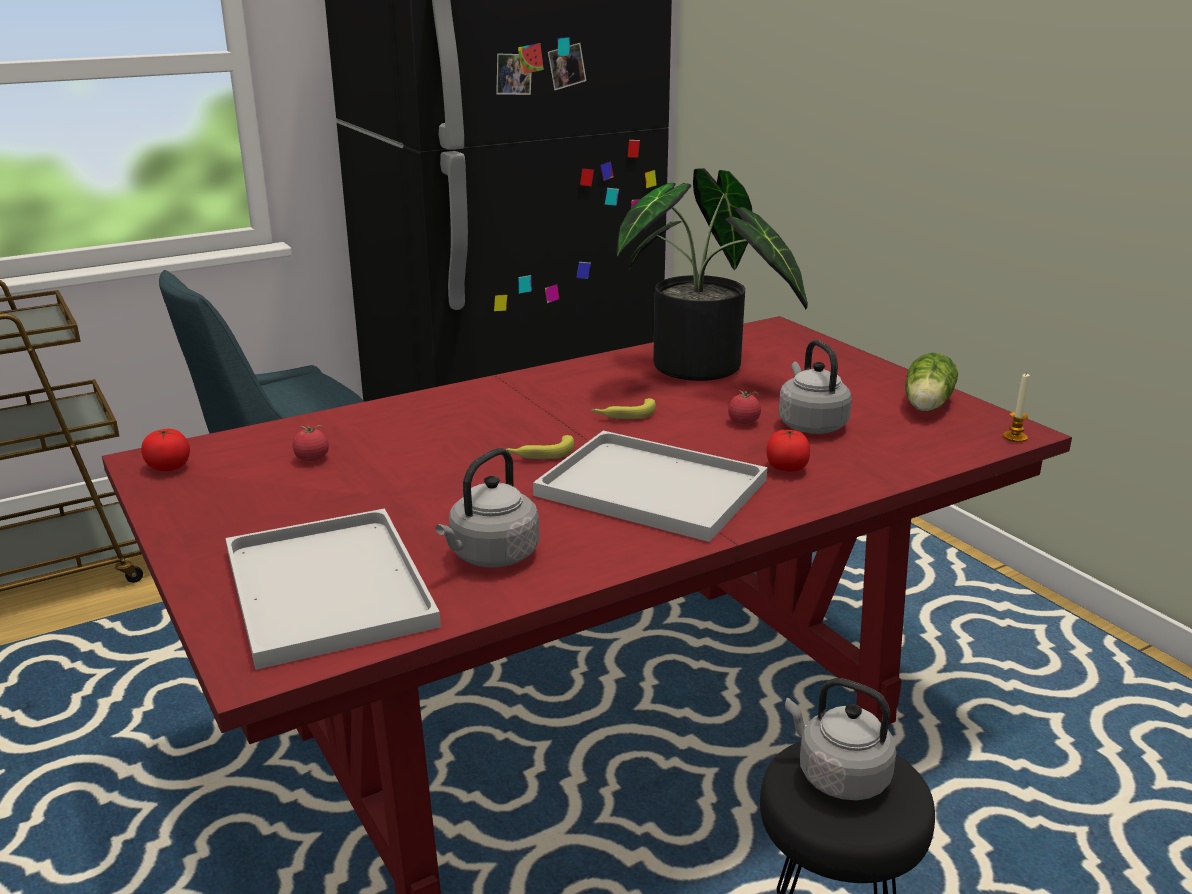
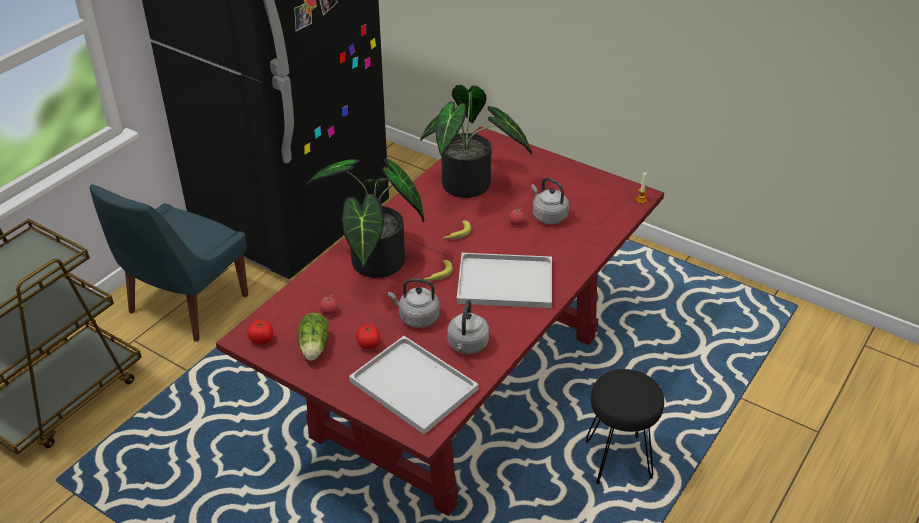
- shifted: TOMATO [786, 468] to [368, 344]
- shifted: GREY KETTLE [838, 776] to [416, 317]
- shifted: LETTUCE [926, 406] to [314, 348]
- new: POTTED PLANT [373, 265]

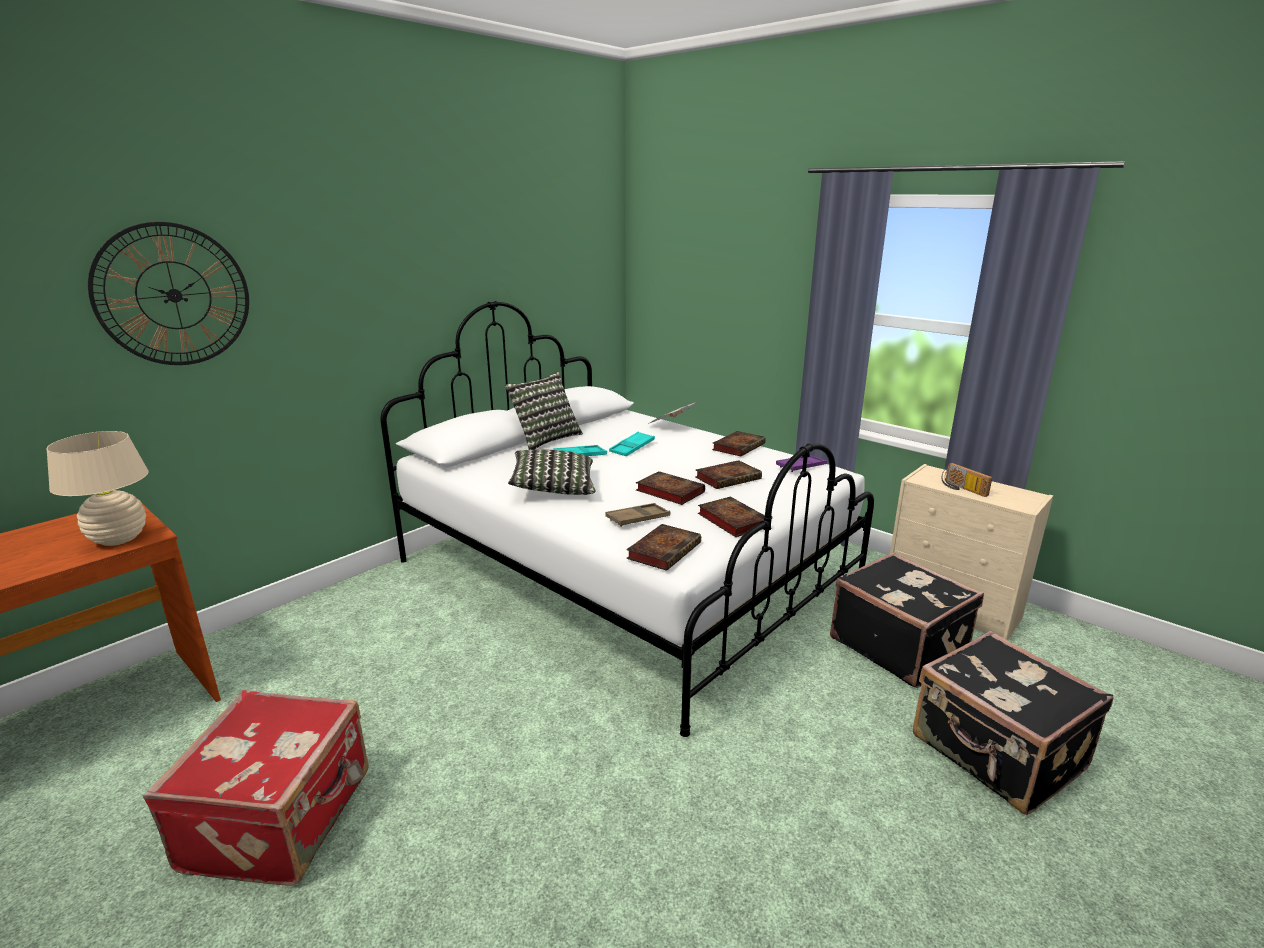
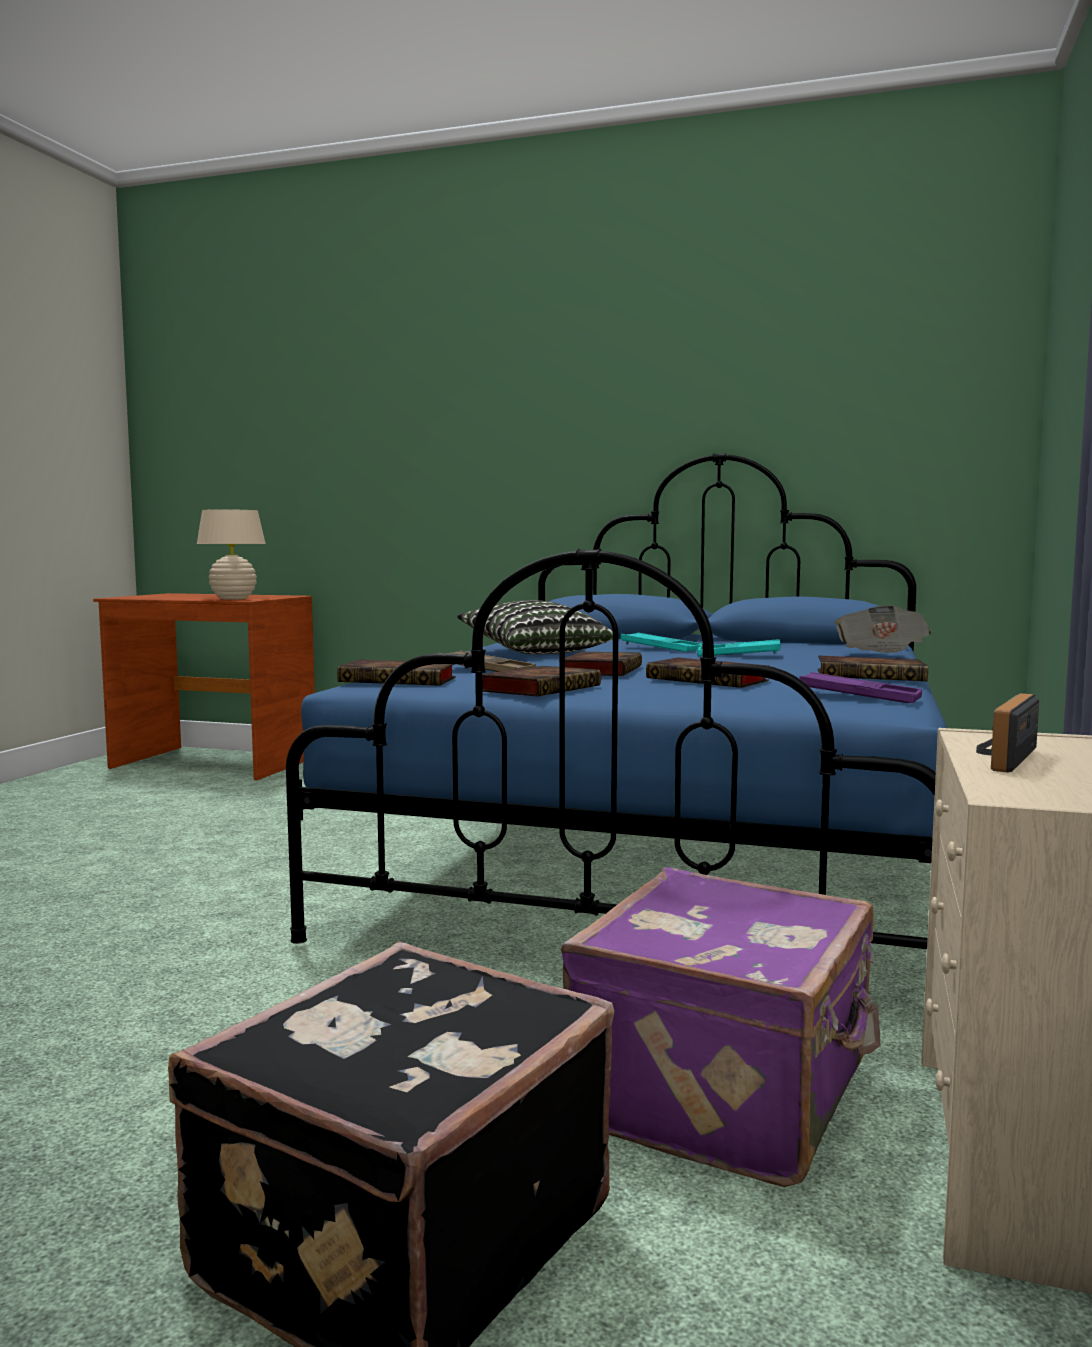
- gone: CLOCK ON THE WALL [174, 295]
- gone: RED SUITCASE [282, 819]
- repainted: WHITE-COLOURED BED [625, 572] to BLUE BED [669, 856]
- gone: CUSHION [545, 439]
- repainted: BLACK SUITCASE [898, 646] to PURPLISH SUITCASE [728, 1094]

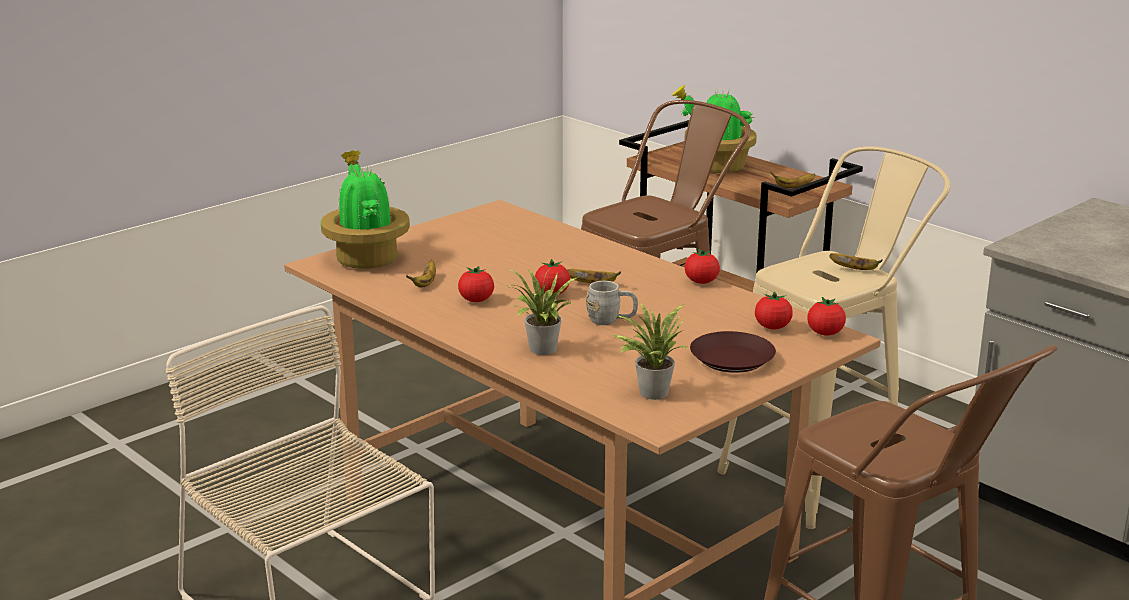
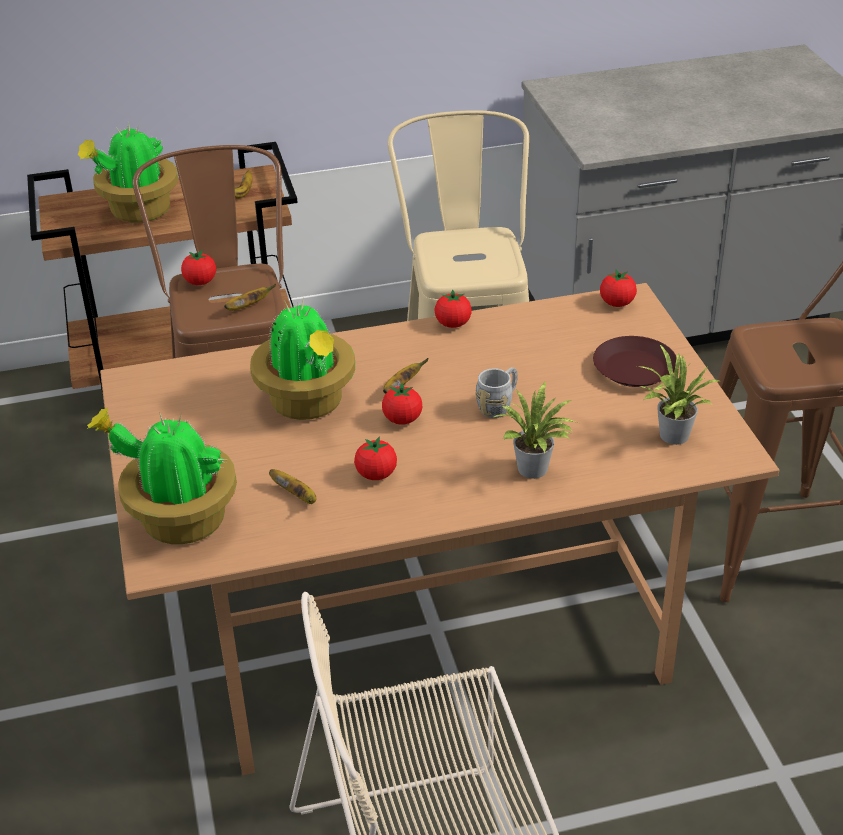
- shifted: TOMATO [772, 327] to [200, 282]
- shifted: WHOLE BANANA [855, 269] to [248, 306]
- new: POTTED PLANT [308, 403]

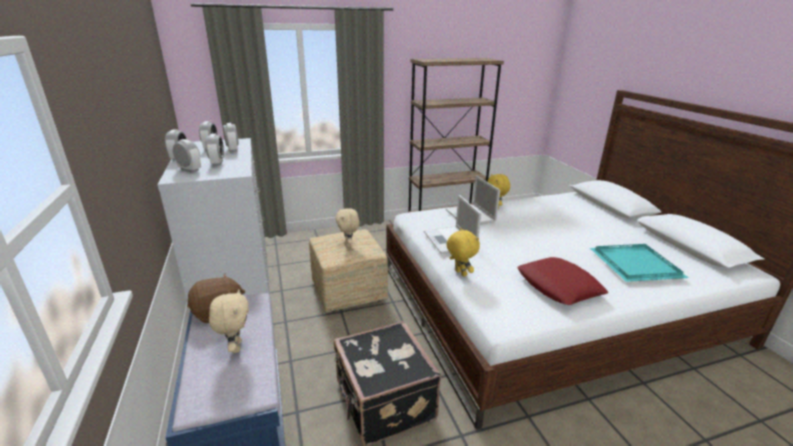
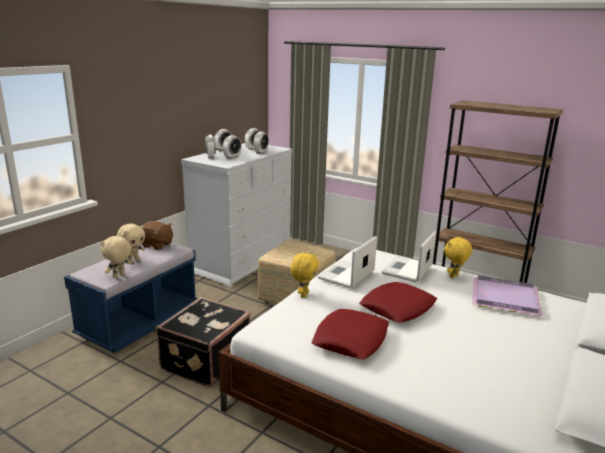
- shifted: BEIGE SOFT TOY [348, 245] to [119, 276]
- gone: TURQUOISE-COLOURED CARRYING TRAY [637, 265]
- new: RED CUSHION [397, 308]
- new: PURPLISH CARRYING TRAY [504, 298]

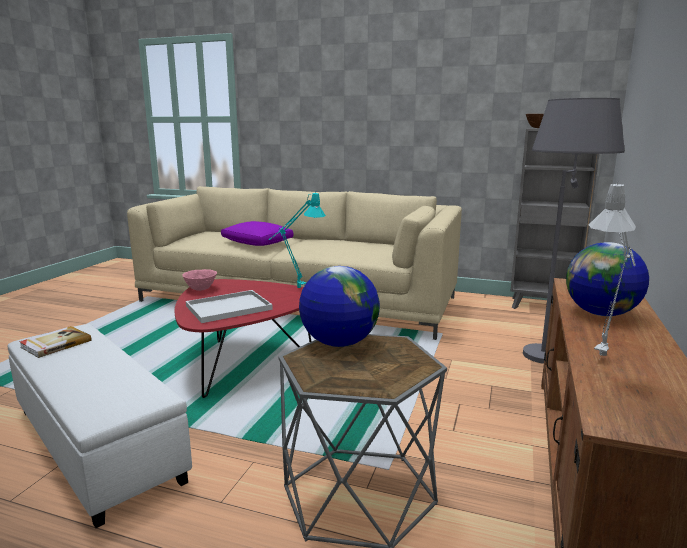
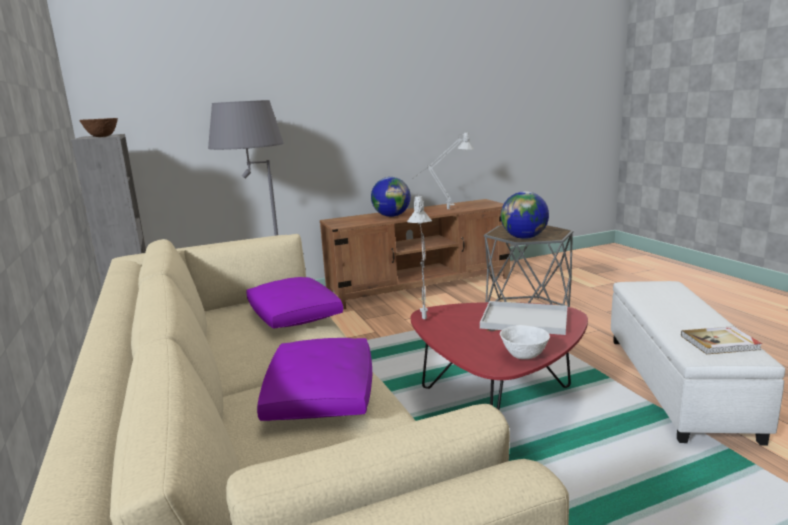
- repainted: PINK-COLOURED BOWL [201, 289] to WHITE-COLOURED BOWL [524, 356]
- repainted: TURQUOISE-COLOURED TABLE LAMP [295, 288] to GREY TABLE LAMP [424, 322]
- new: PURPLISH CUSHION [293, 315]

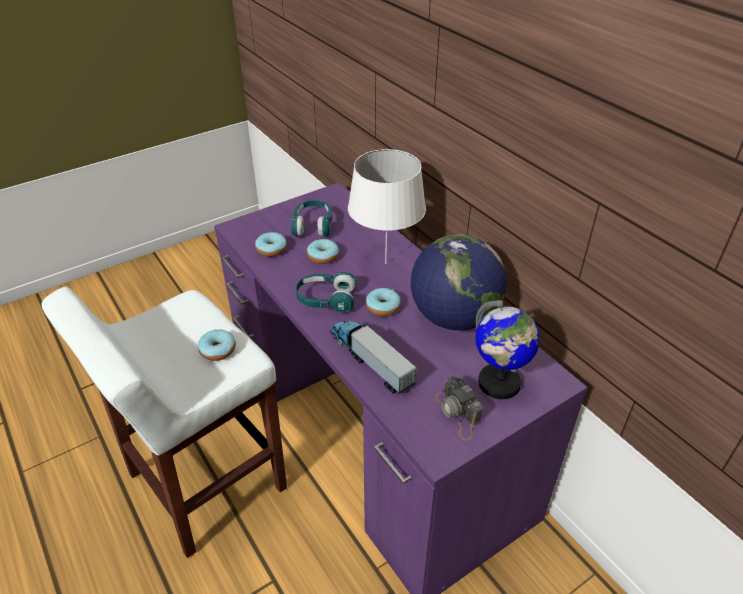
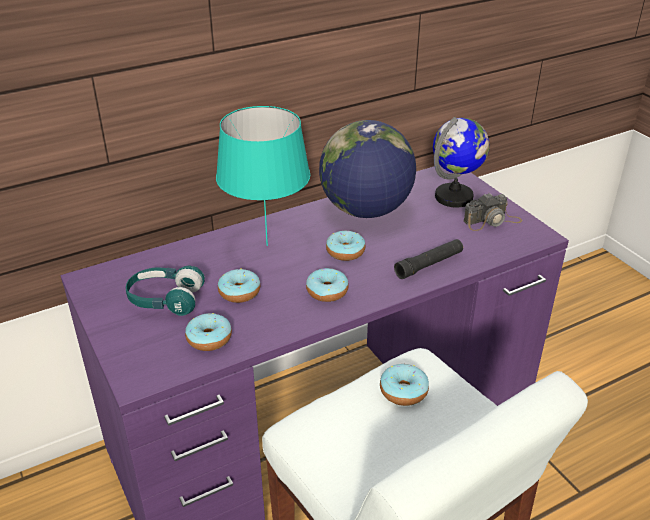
- swapped: TURQUOISE-COLOURED PAIR OF HEADPHONES [326, 299] to DOUGHNUT [327, 291]
- swapped: TOY LORRY [370, 361] to BLACK TORCH [429, 264]
- repainted: WHITE-COLOURED TABLE LAMP [385, 264] to TURQUOISE-COLOURED TABLE LAMP [267, 246]

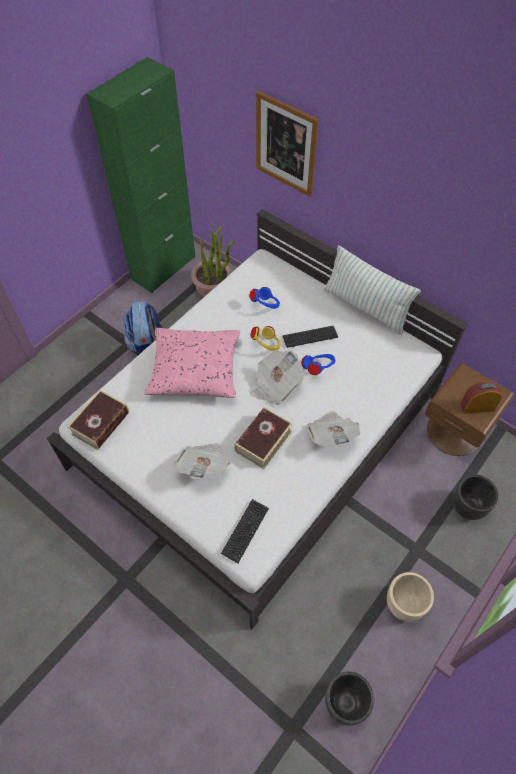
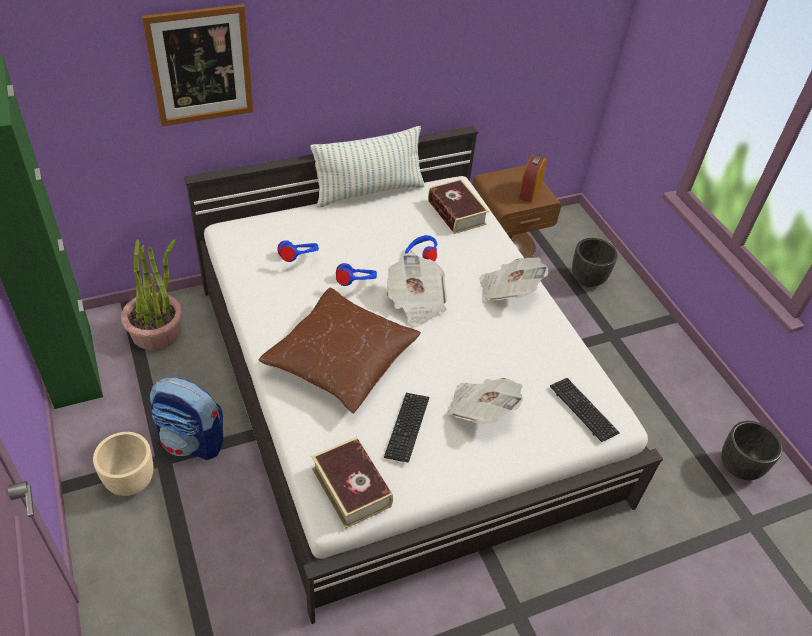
- repainted: PINK-COLOURED CUSHION [195, 370] to BROWN-COLOURED CUSHION [341, 360]
- shifted: BOOK [263, 441] to [456, 212]
- repainted: YELLOWISH PAIR OF HEADPHONES [266, 345] to BLUE PAIR OF HEADPHONES [356, 284]
- shifted: COMPUTER KEYBOARD [310, 337] to [407, 428]
- shifted: BEIGE PLANT POT [403, 604] to [130, 481]

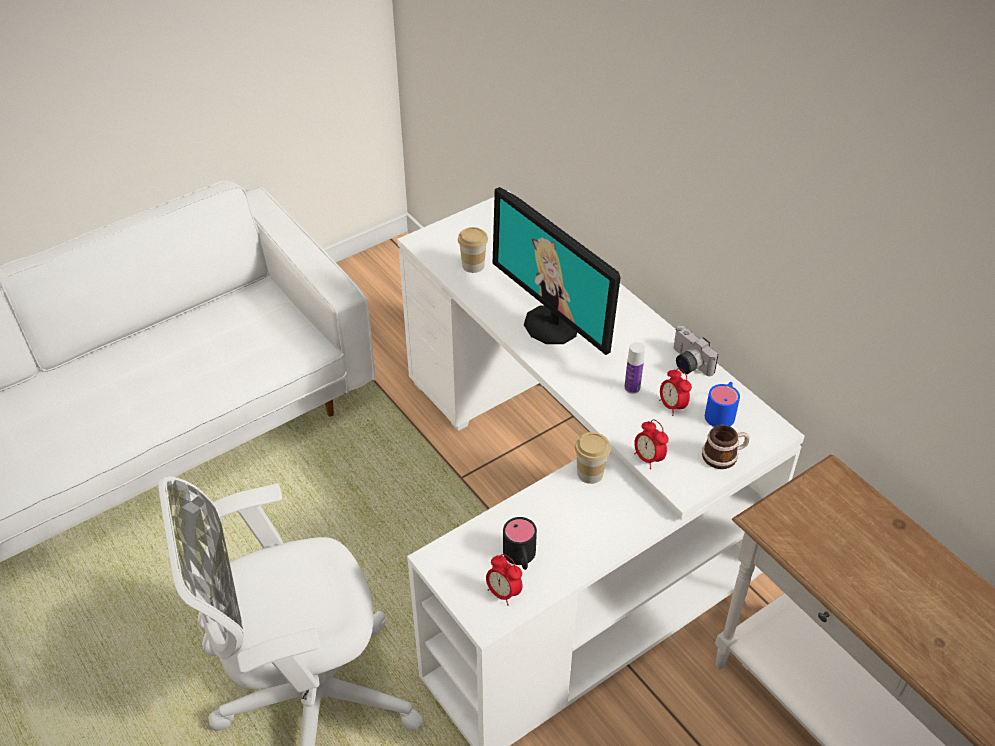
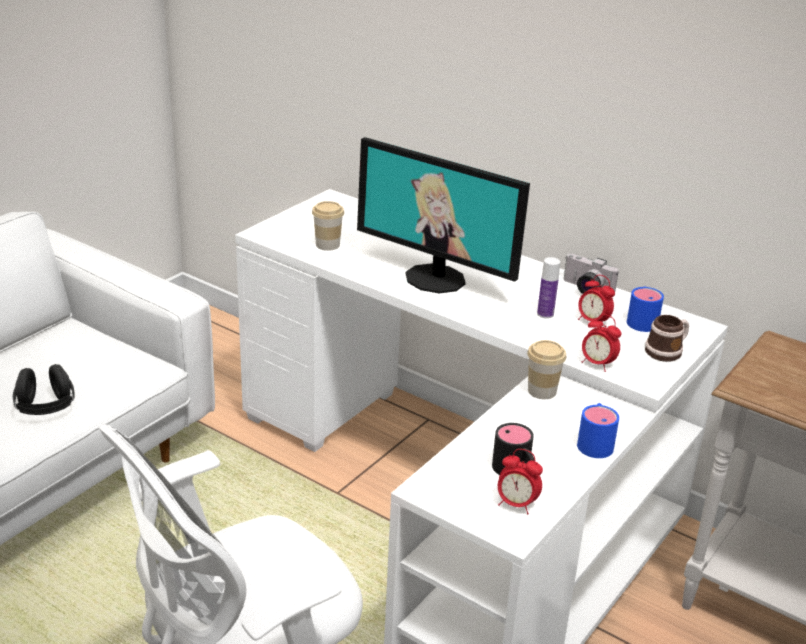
- new: BLACK PAIR OF HEADPHONES [46, 408]
- new: BLUE COFFEE MUG [595, 441]

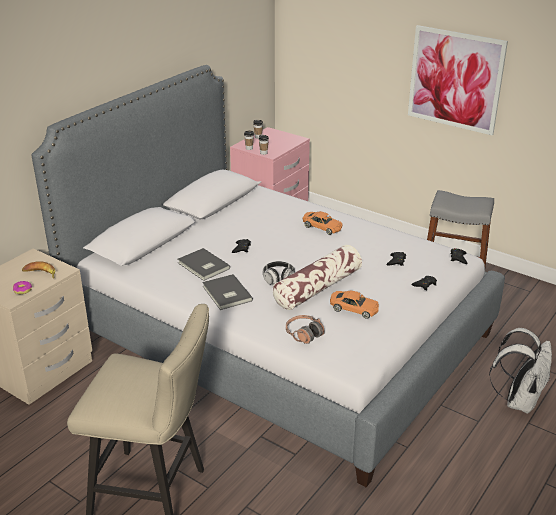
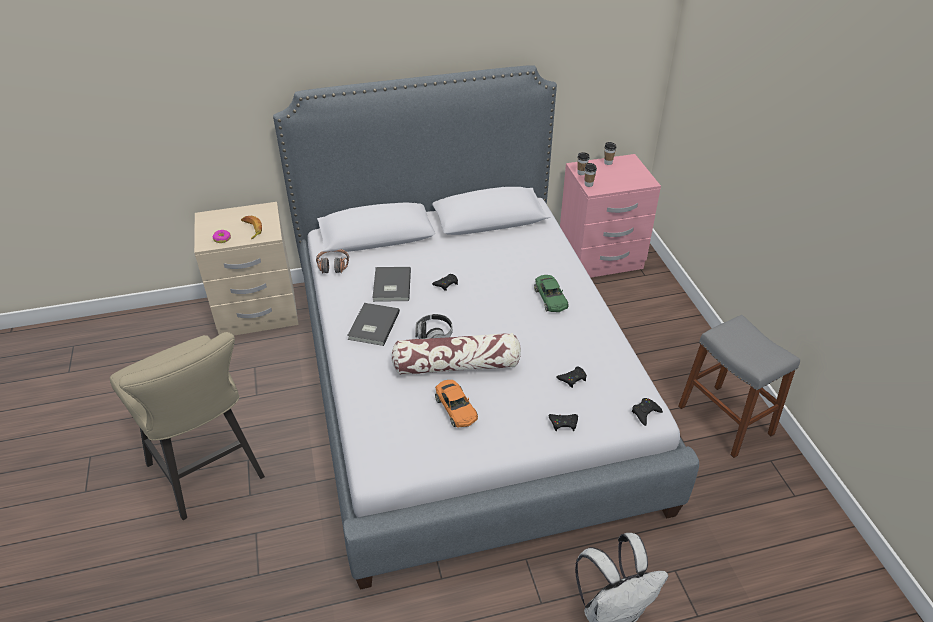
- shifted: PAIR OF HEADPHONES [304, 334] to [333, 266]
- repainted: ORANGE MINIATURE CAR [322, 227] to GREEN-COLOURED MINIATURE CAR [550, 298]
- gone: PICTURE [455, 79]

